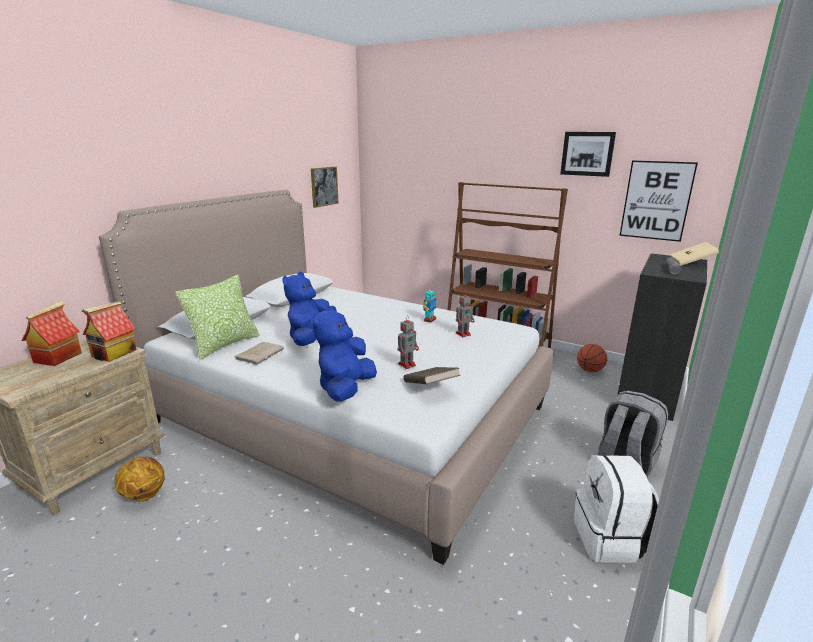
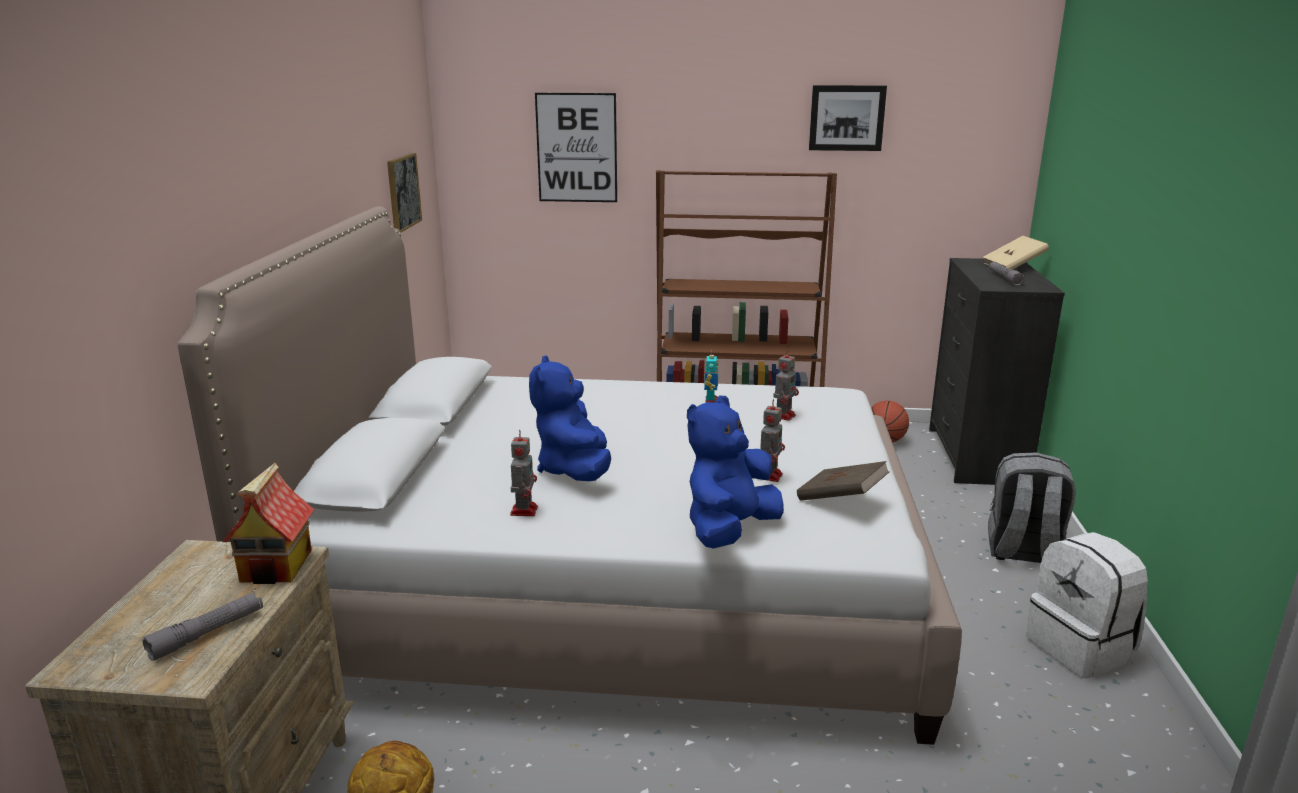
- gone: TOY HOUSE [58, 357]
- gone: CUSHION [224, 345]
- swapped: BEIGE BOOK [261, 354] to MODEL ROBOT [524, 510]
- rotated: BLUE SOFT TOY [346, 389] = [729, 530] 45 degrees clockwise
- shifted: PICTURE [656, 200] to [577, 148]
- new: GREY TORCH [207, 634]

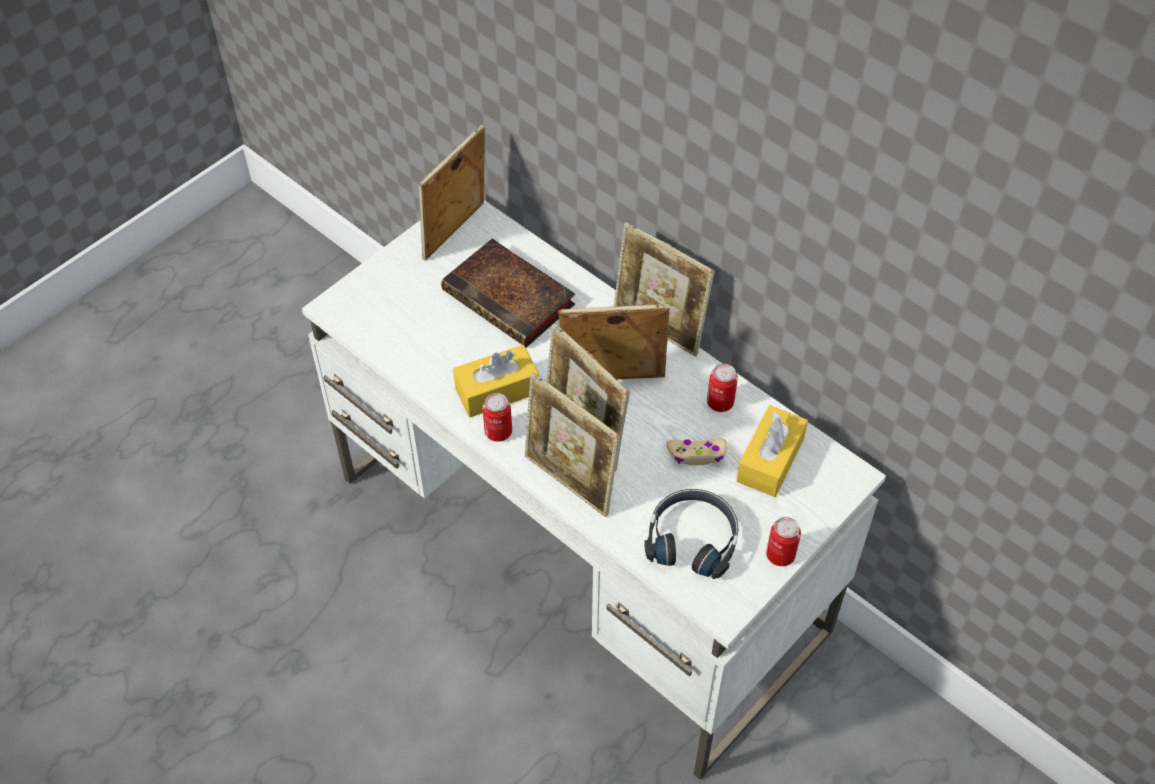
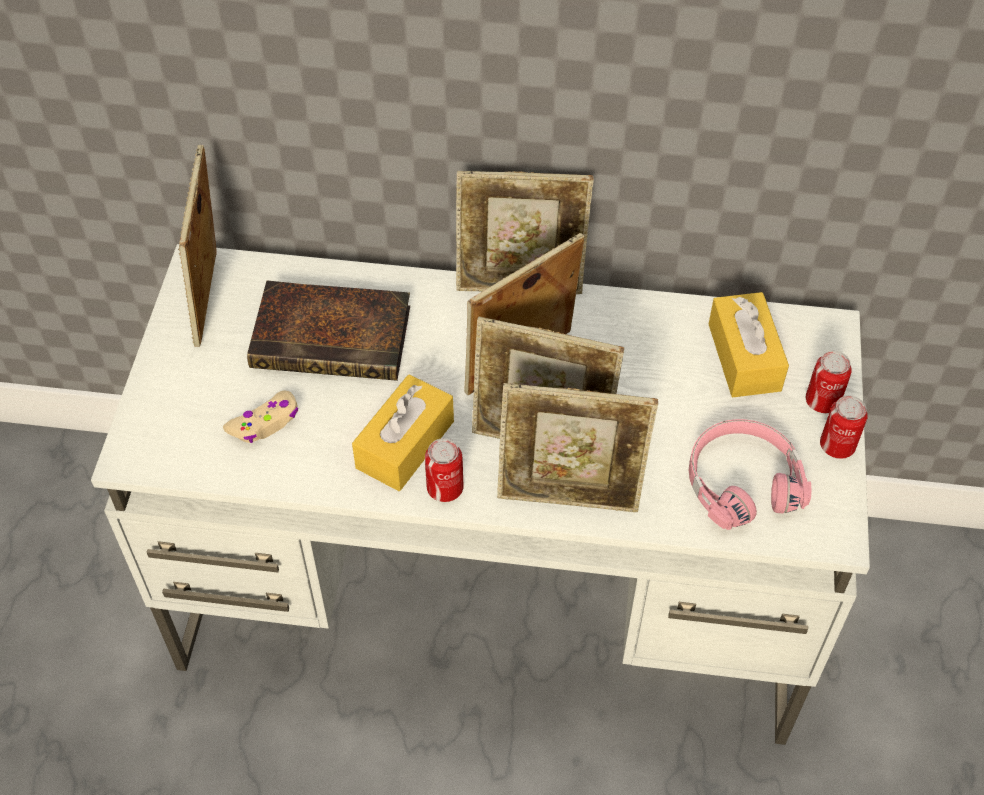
- repainted: BLACK PAIR OF HEADPHONES [692, 538] to PINK-COLOURED PAIR OF HEADPHONES [742, 481]
- shifted: BEIGE GAMEPAD [697, 454] to [265, 423]
- shifted: CAN [720, 402] to [822, 401]

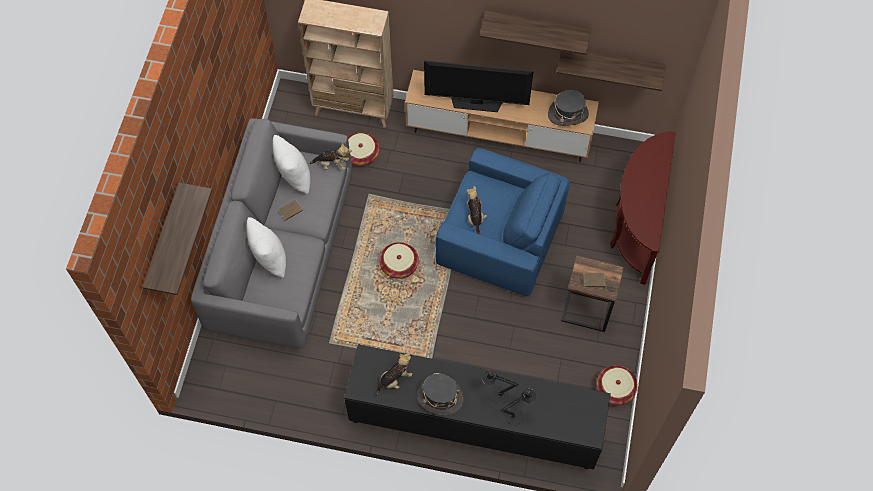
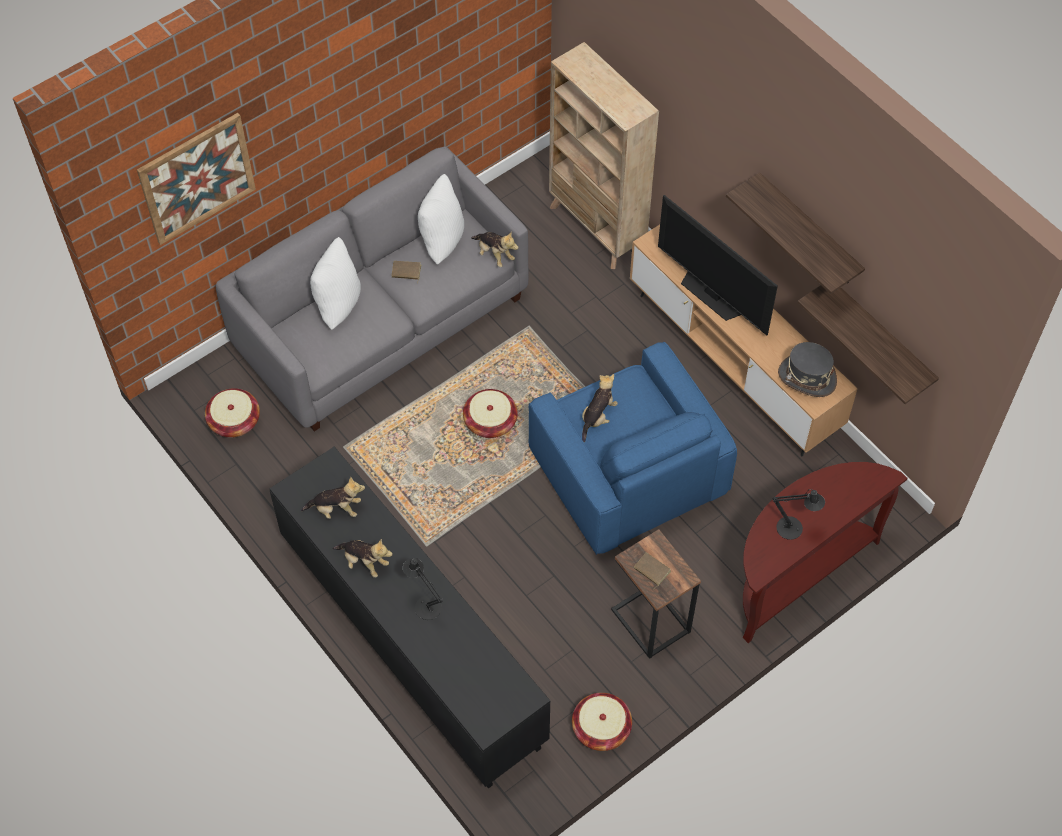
- swapped: WALL SHELF [163, 240] to PICTURE [197, 178]
- shifted: HOUSEHOLD BASKET [361, 155] to [234, 421]
- swapped: GREY CLOTHING HAT [439, 397] to SOFT TOY [364, 562]
- shifted: BLACK TABLE LAMP [517, 414] to [793, 529]

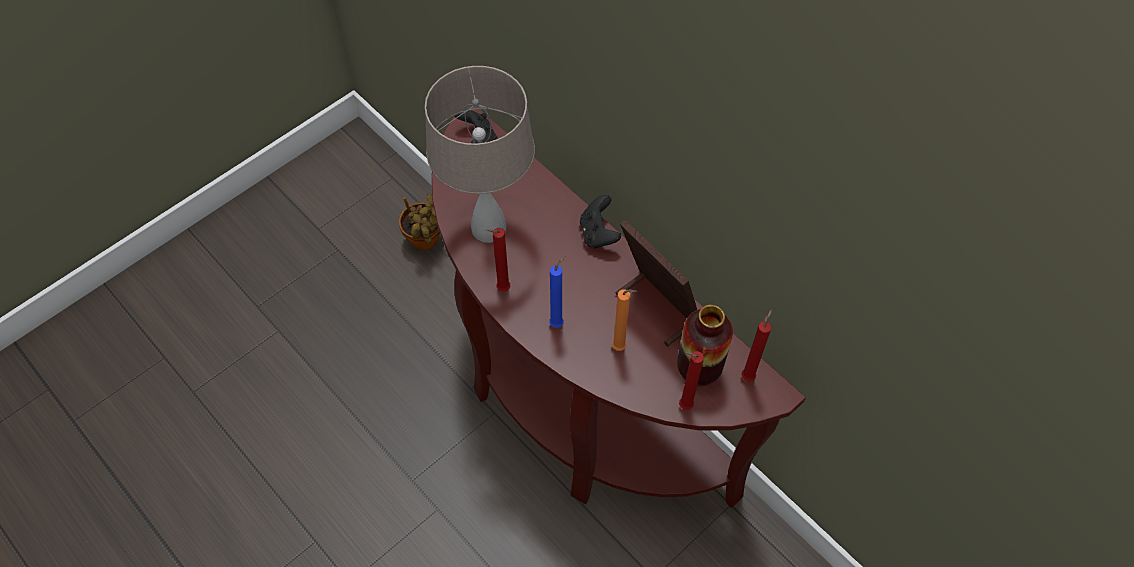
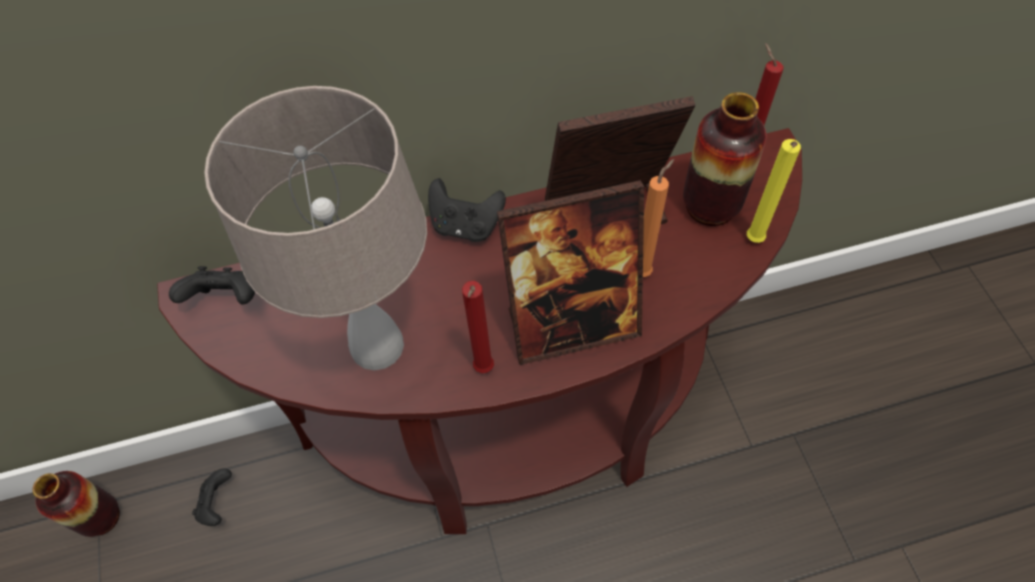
- swapped: POTTED PLANT [425, 242] to BLACK GAMEPAD [218, 503]
- swapped: BLUE CANDLE [558, 323] to PHOTO FRAME [572, 324]
- repainted: RED CANDLE [683, 406] to YELLOWISH CANDLE [753, 242]
- new: DECORATIVE VASE [101, 517]

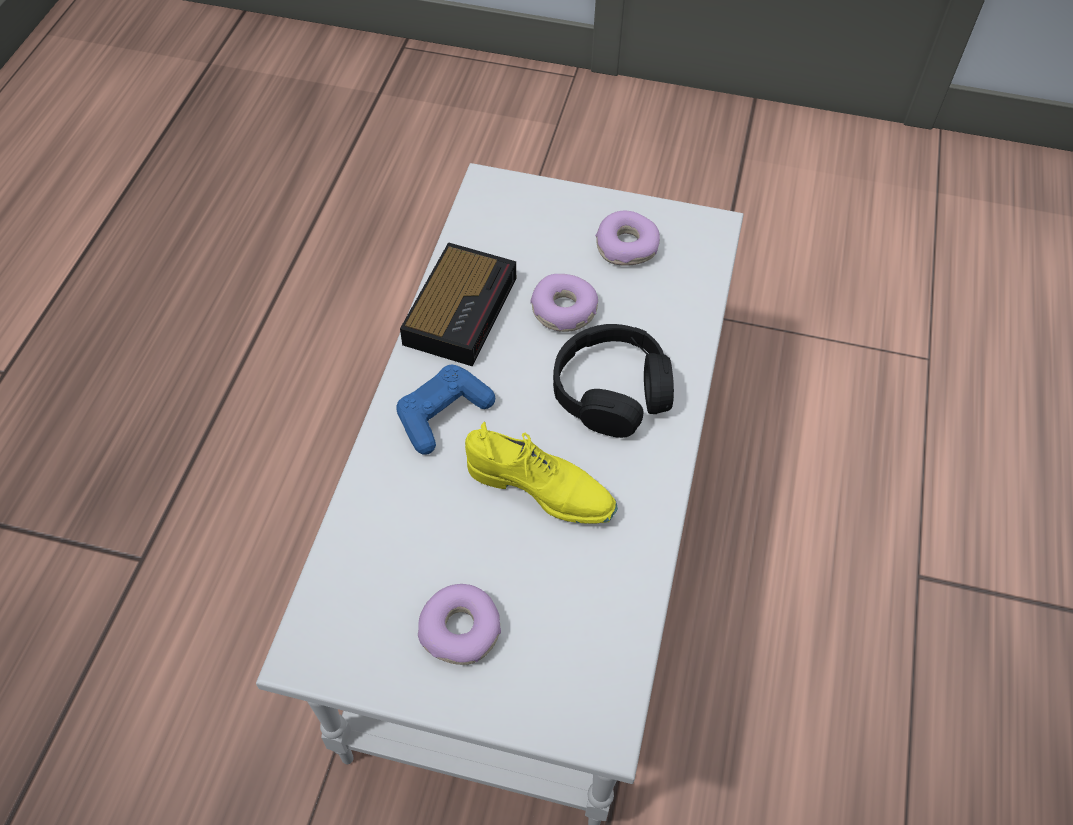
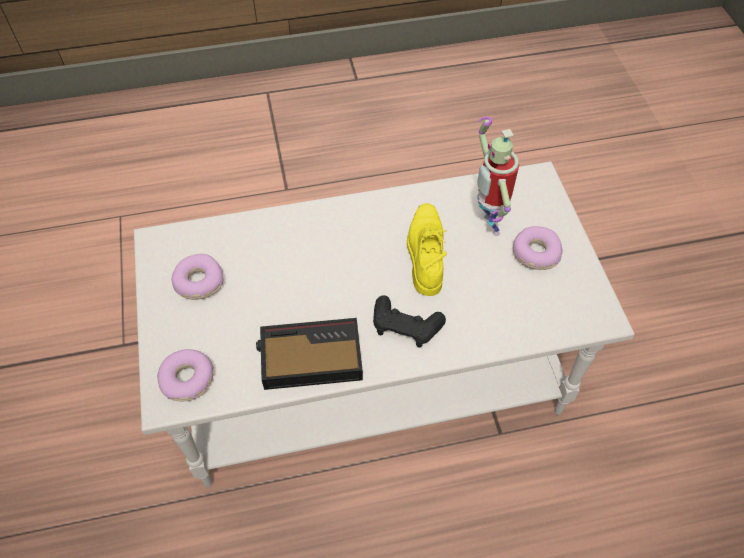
- repainted: BLUE GAMEPAD [443, 415] to BLACK GAMEPAD [405, 326]
- shifted: DOUGHNUT [563, 311] to [188, 379]
- gone: BLACK PAIR OF HEADPHONES [612, 391]
- new: MODEL ROBOT [487, 225]

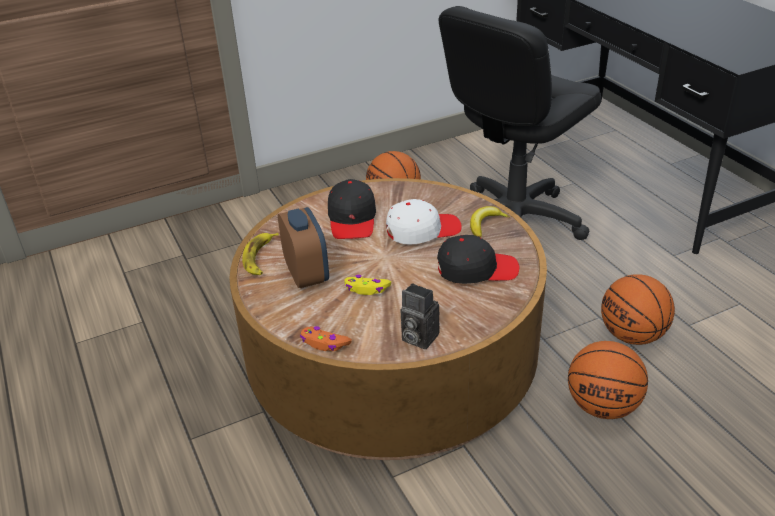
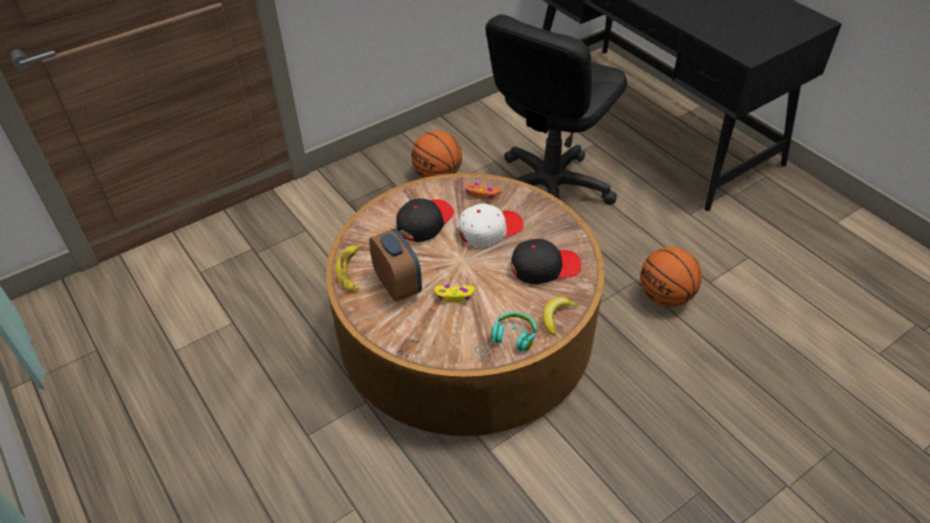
- shifted: ORANGE GAMEPAD [324, 343] to [482, 194]
- rotated: BLACK BASEBALL CAP [352, 219] = [424, 222] 135 degrees counterclockwise
- swapped: STILL CAMERA [417, 337] to TURQUOISE-COLOURED PAIR OF HEADPHONES [508, 341]
- shifted: WHOLE BANANA [485, 224] to [556, 316]
- gone: BALL FOR BASKETBALL [602, 406]

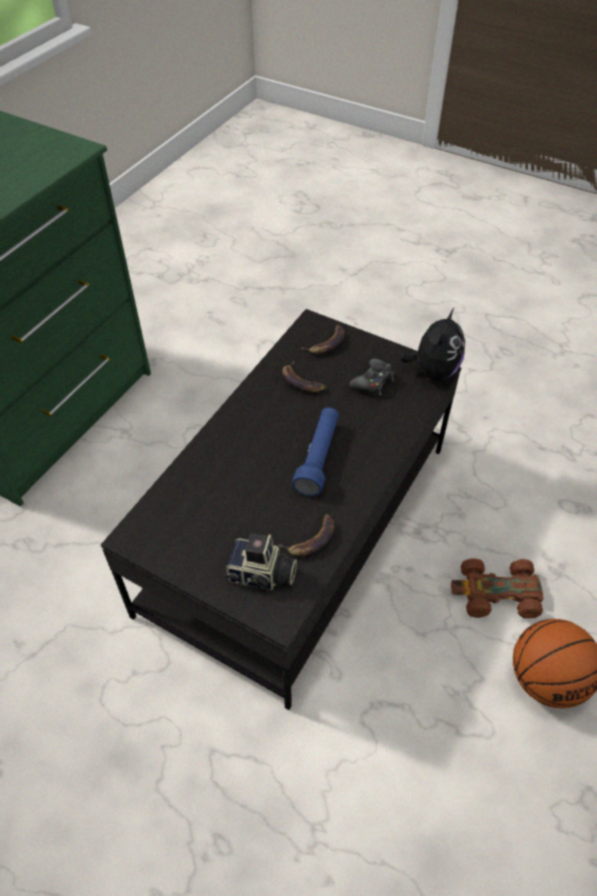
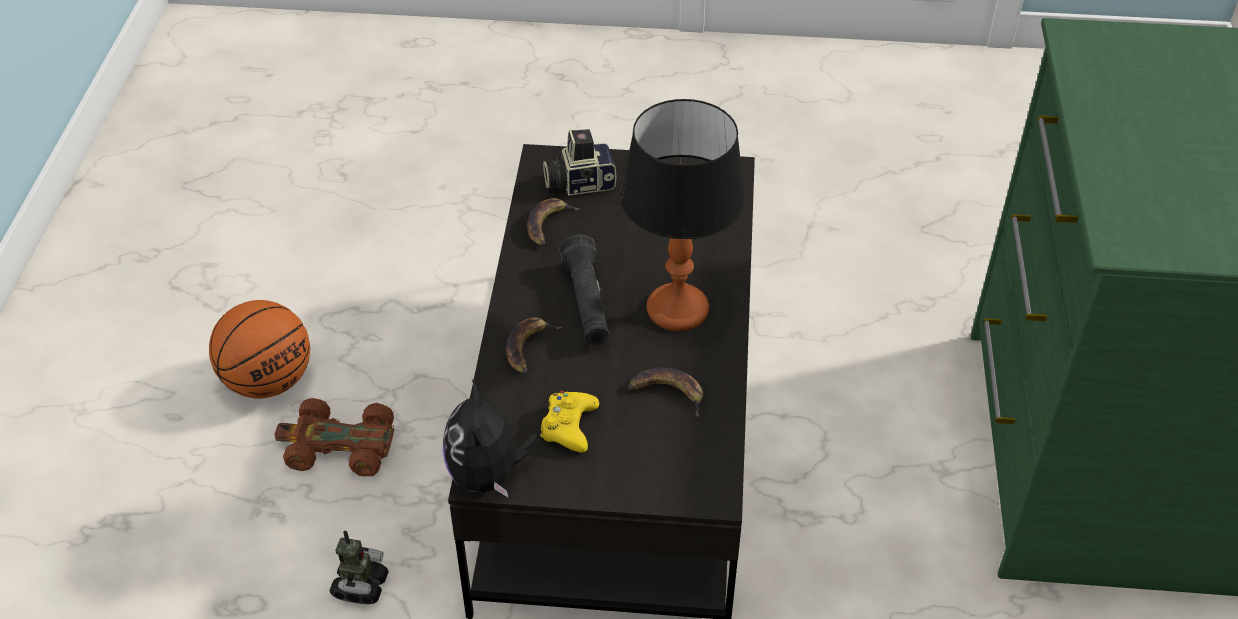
- repainted: BLUE TORCH [318, 457] to BLACK TORCH [587, 304]
- shifted: WHOLE BANANA [326, 343] to [529, 348]
- repainted: BLACK GAMEPAD [373, 382] to YELLOWISH GAMEPAD [569, 426]
- rotated: BROWN-COLOURED MINIATURE CAR [496, 594] = [339, 447] 150 degrees counterclockwise
- new: MODEL ROBOT [360, 587]
- new: TABLE LAMP [678, 309]

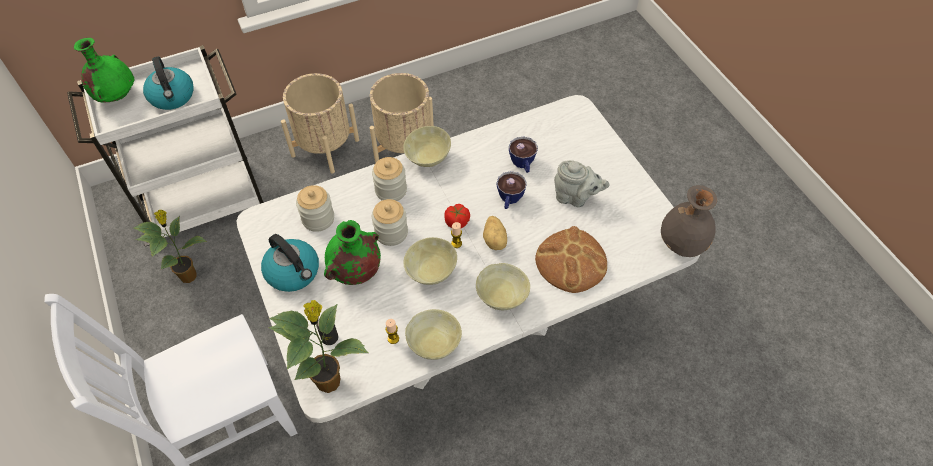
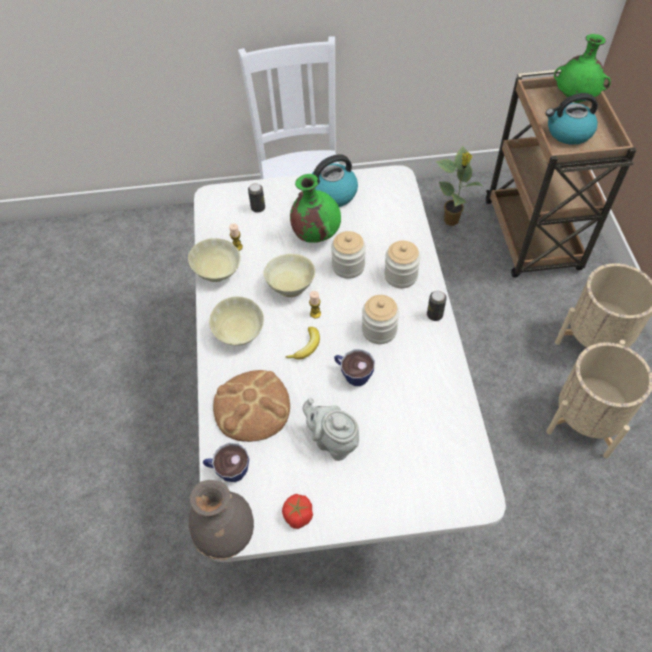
- repainted: WHITE-COLOURED WHEELED CART [205, 203] to BROWN-COLOURED WHEELED CART [532, 237]
- gone: POTTED PLANT [330, 380]
- shifted: PRESERVE JAR [318, 218] to [379, 330]
- swapped: BEIGE BOWL [427, 158] to CAN [434, 315]
- shifted: TOMATO [457, 222] to [298, 515]
- swapped: WHOLE POTATO [495, 240] to WHOLE BANANA [306, 347]
- shifted: DRINKING CUP [523, 165] to [228, 470]
- rotated: GREY TEA POT [575, 197] = [333, 441] 90 degrees clockwise

